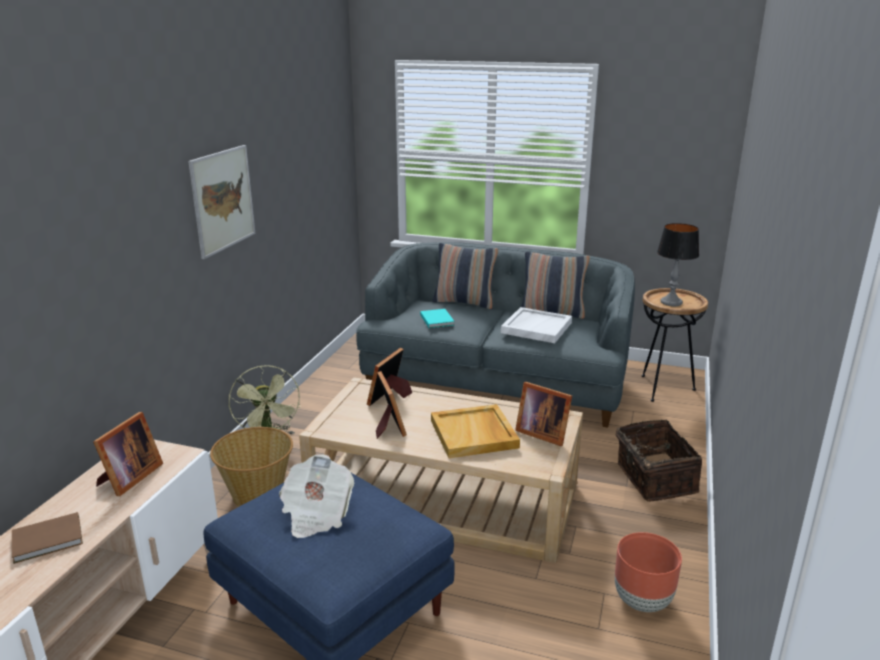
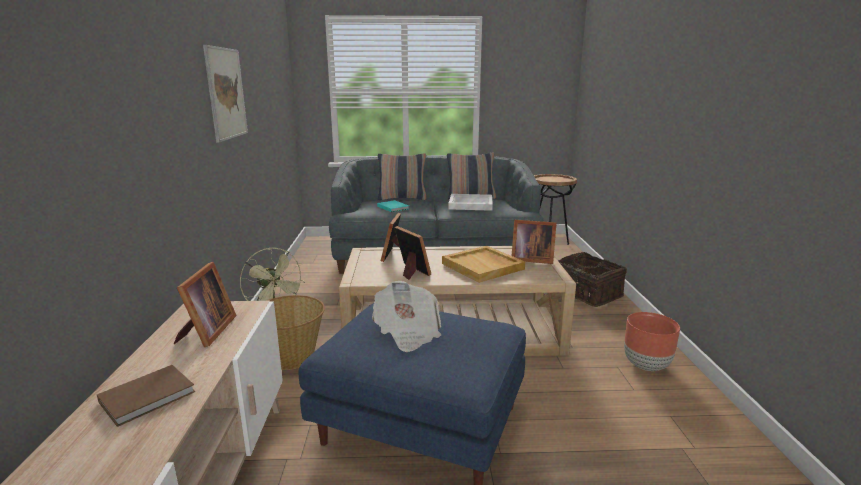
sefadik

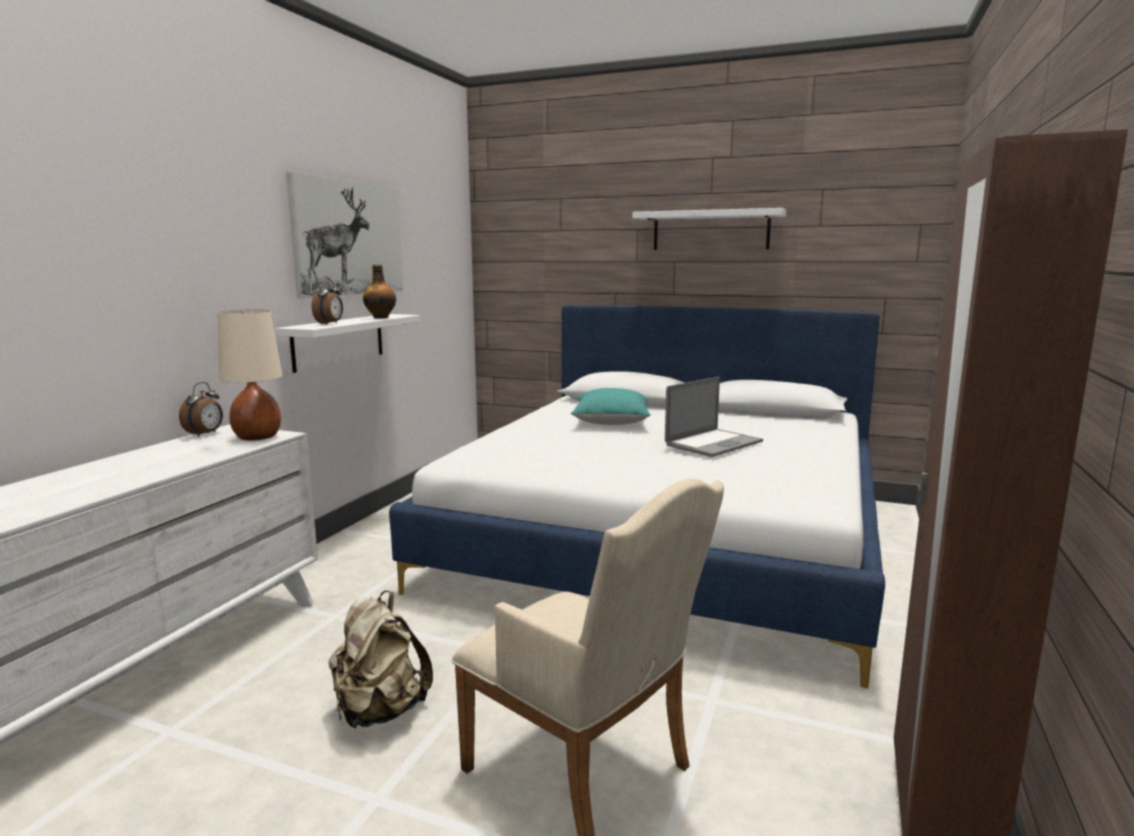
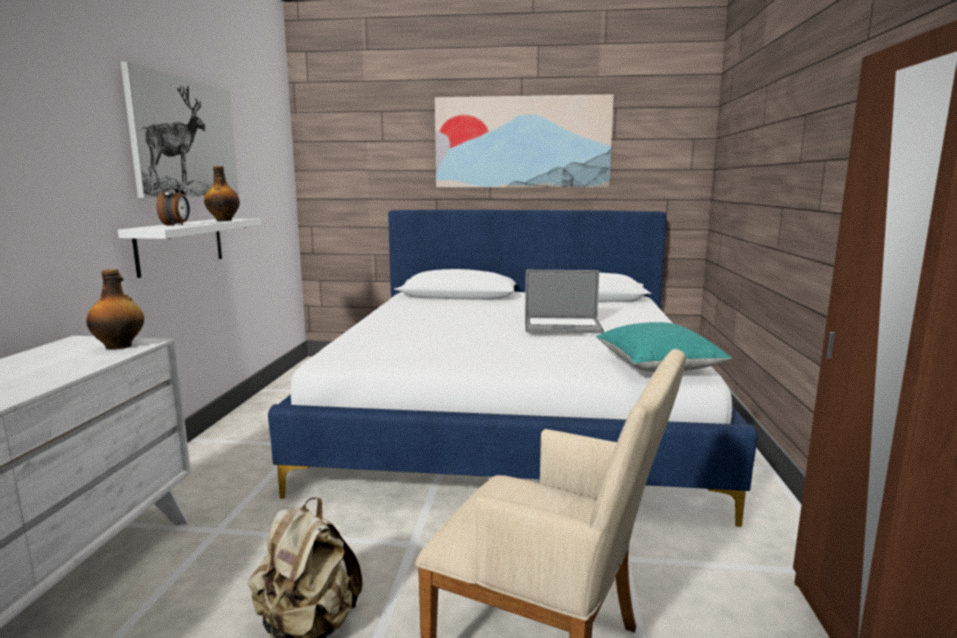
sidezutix (2nd from left)
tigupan (1st from left)
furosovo
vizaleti (1st from left in the first image)
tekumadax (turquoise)

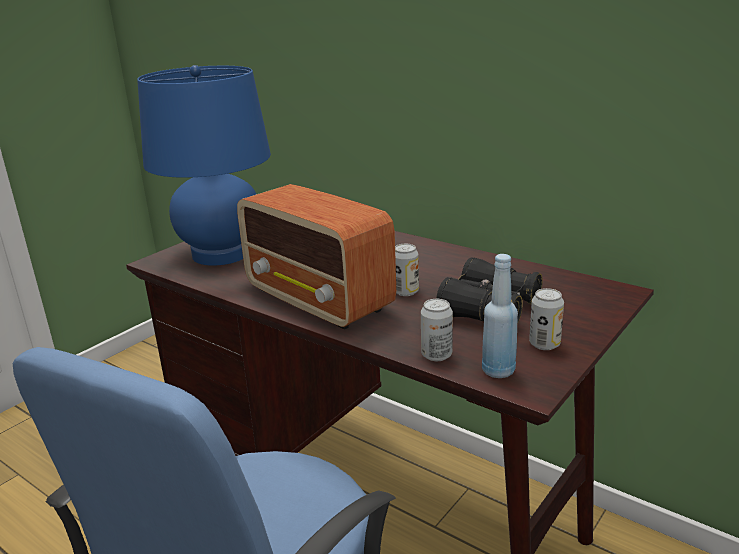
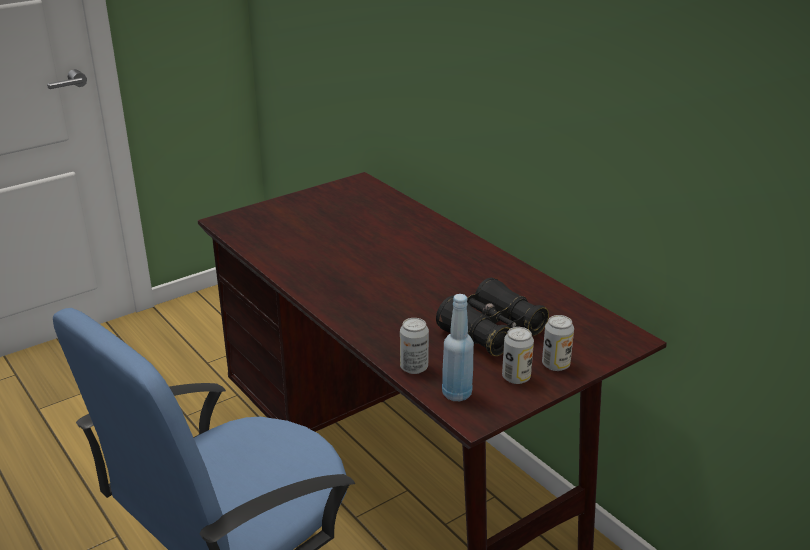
sefadik (blue)
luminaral
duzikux (3rd from left)

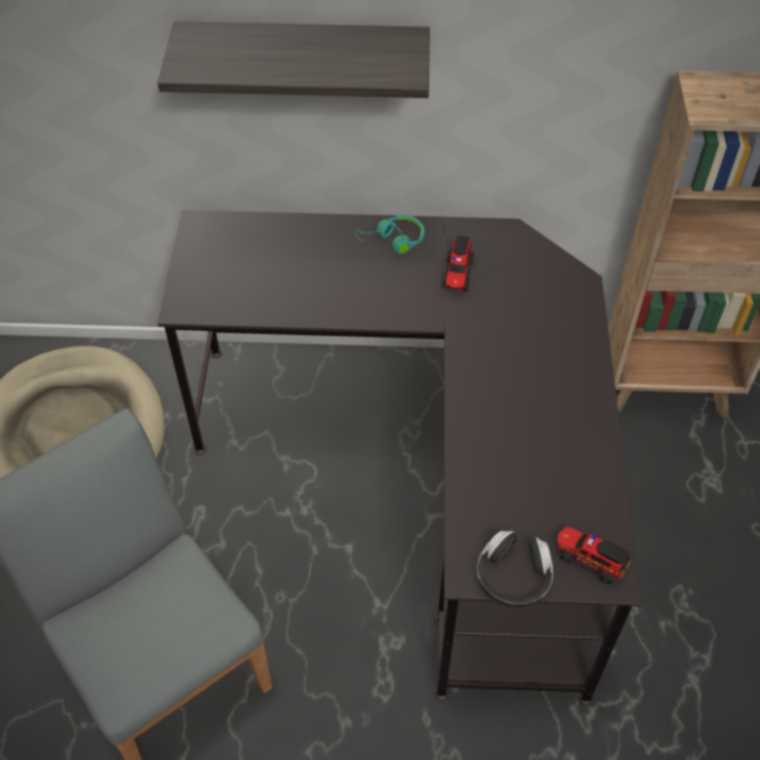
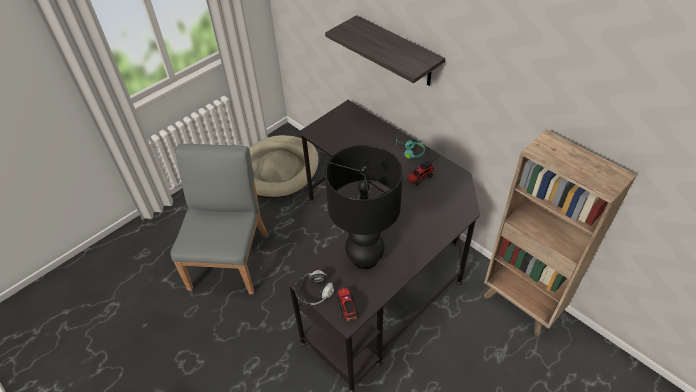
sefadik (black)

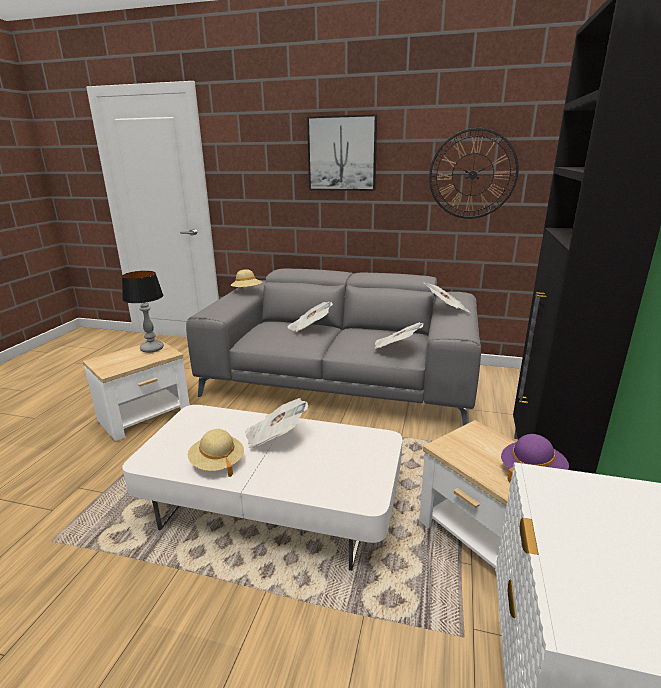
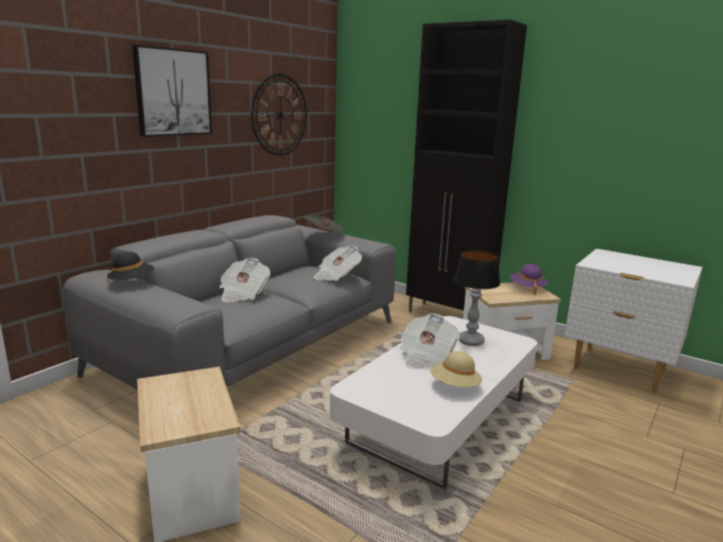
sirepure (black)
sefadik

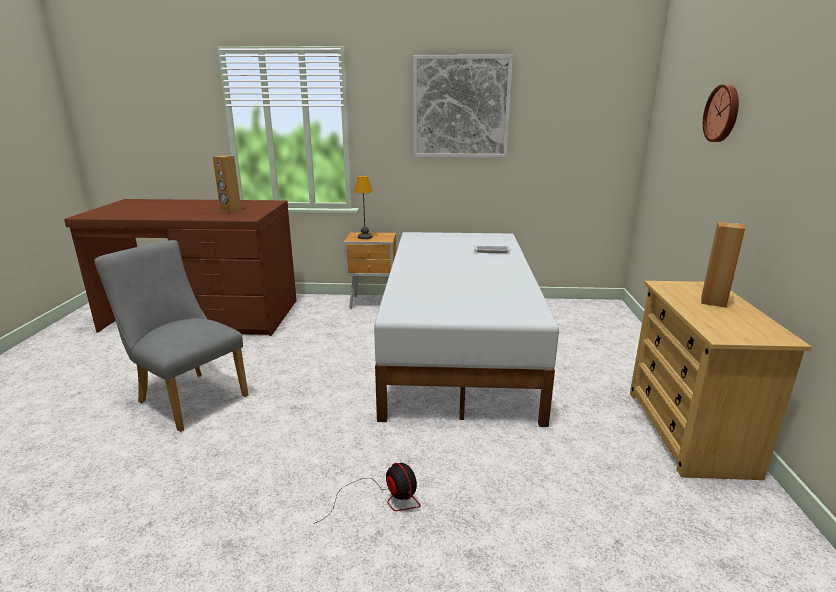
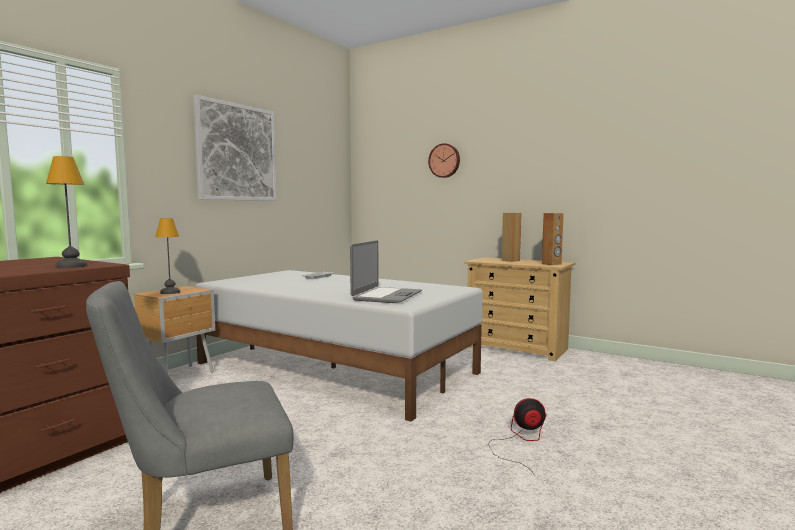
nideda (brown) (2nd from left)
sefadik (1st from left)
furosovo

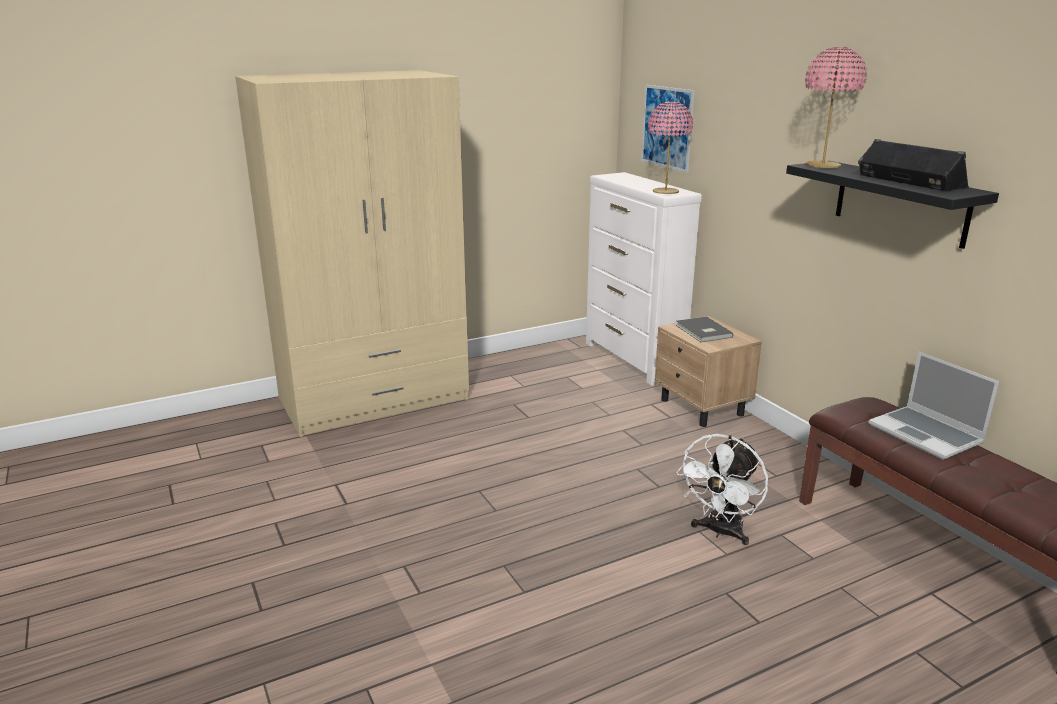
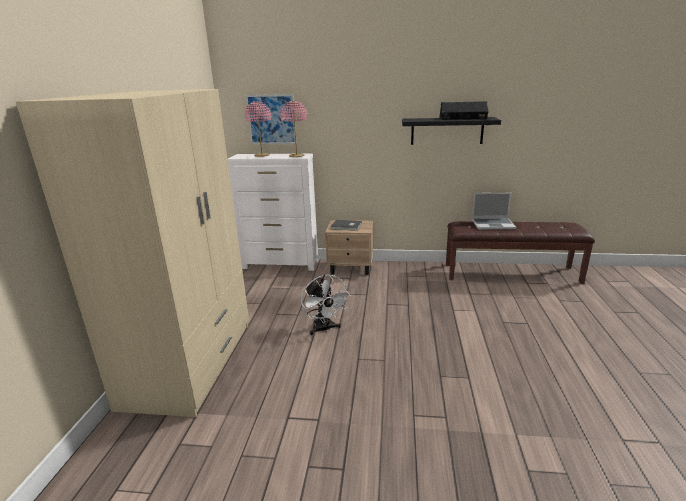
sefadik (pink) (1st from left)
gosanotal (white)

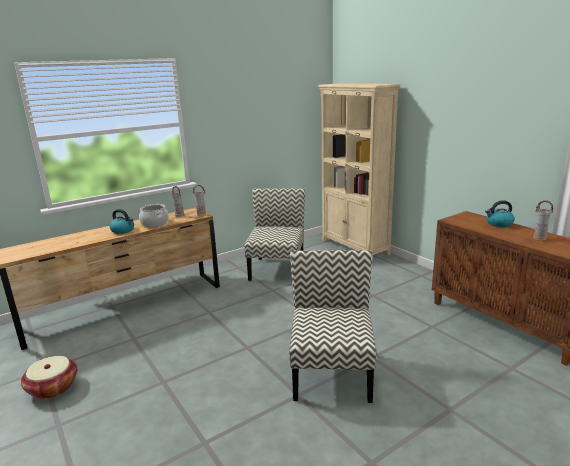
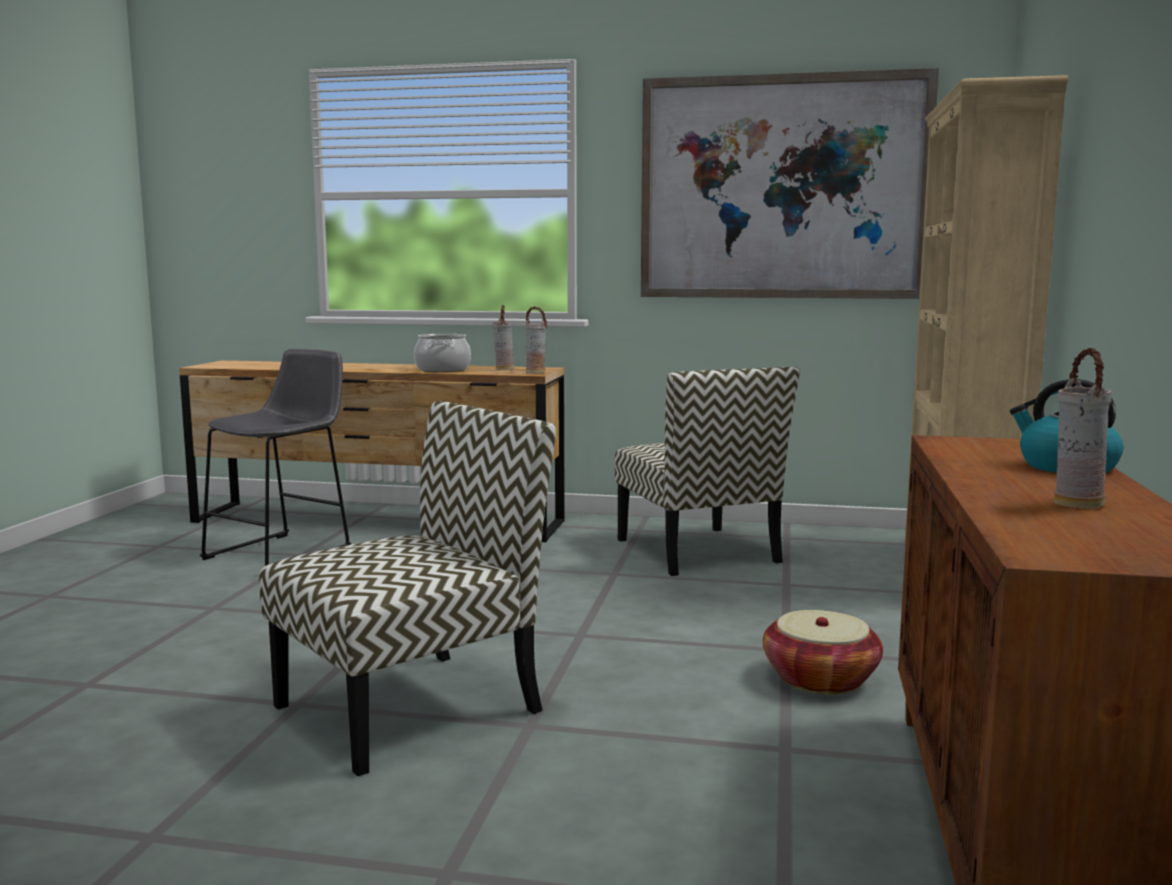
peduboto (2nd from left)
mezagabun (1st from left in the first image)
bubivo
sidezutix
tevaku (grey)

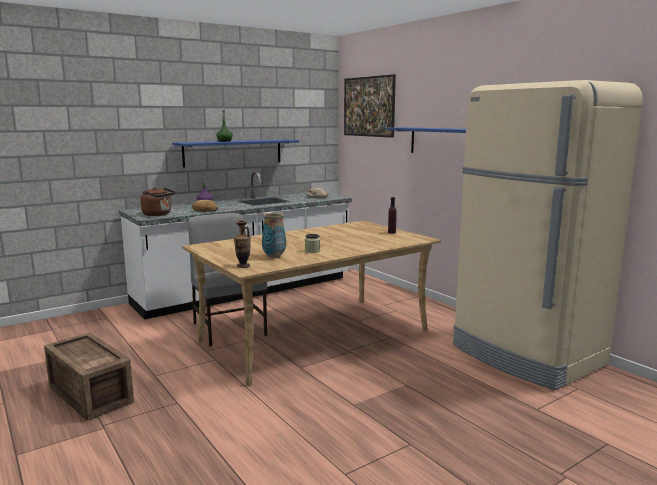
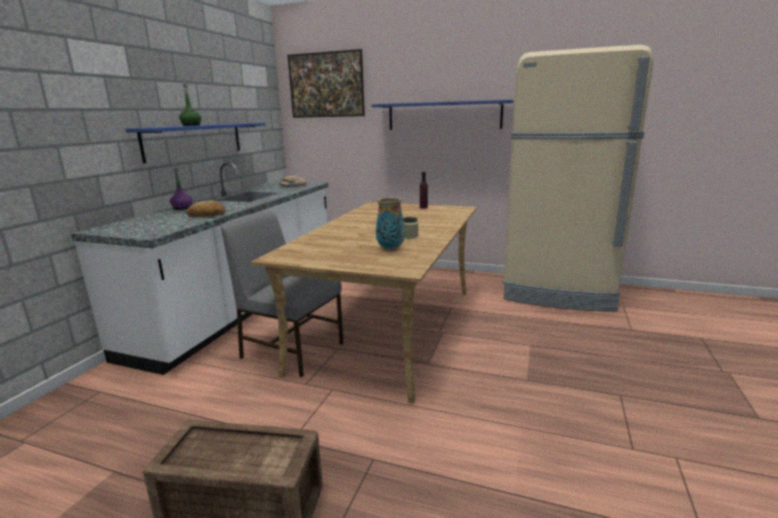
mezagabun (brown)
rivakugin (1st from left in the first image)

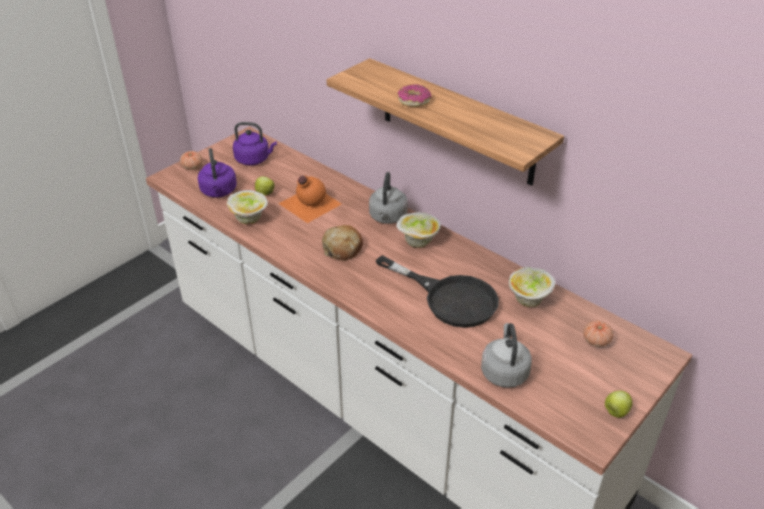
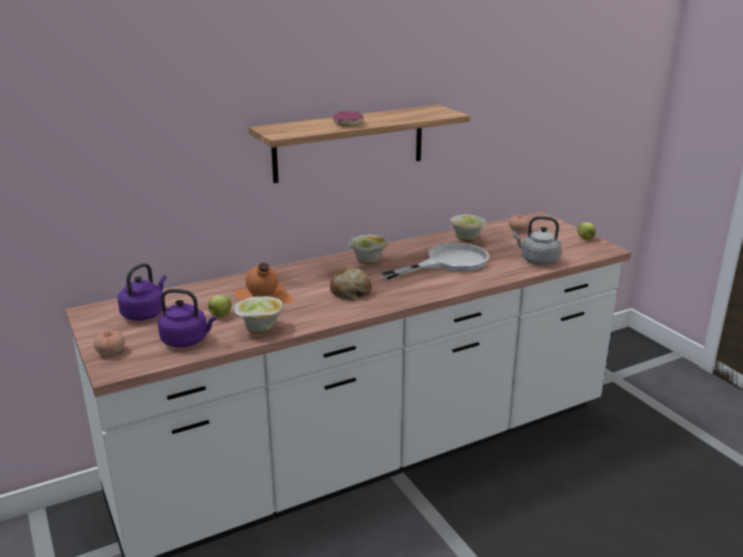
mezagabun (grey) (1st from left in the first image)
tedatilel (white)

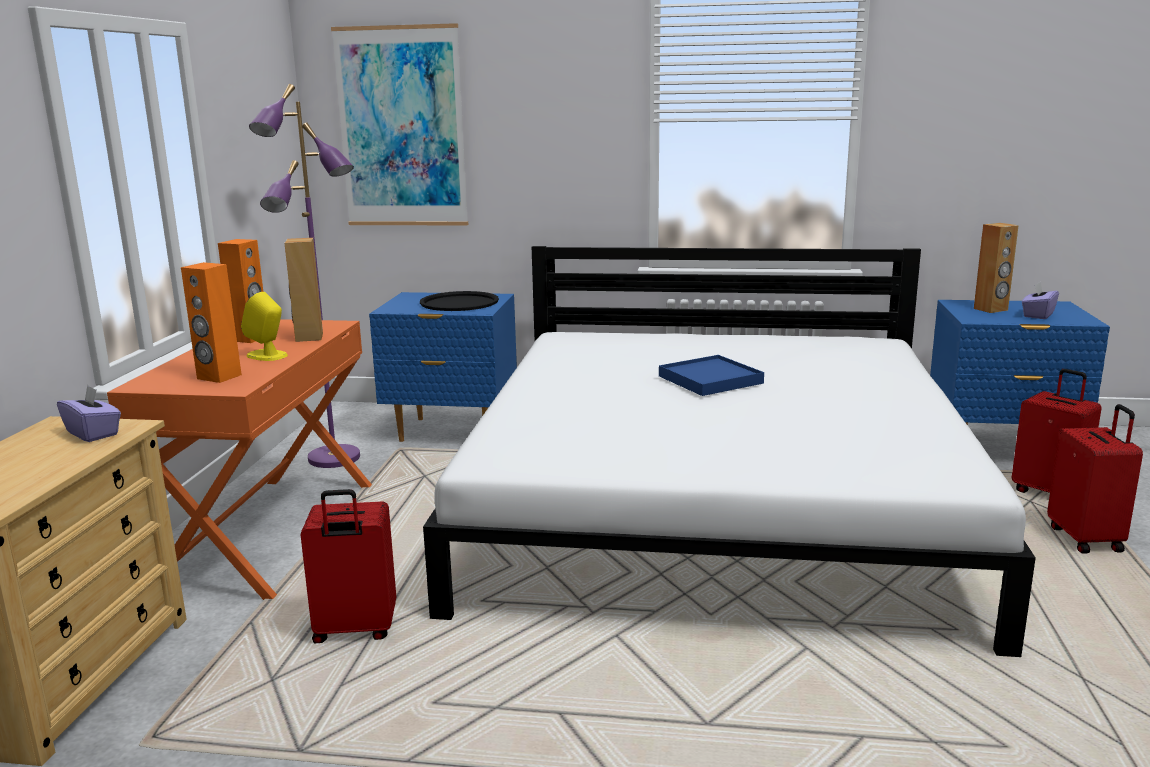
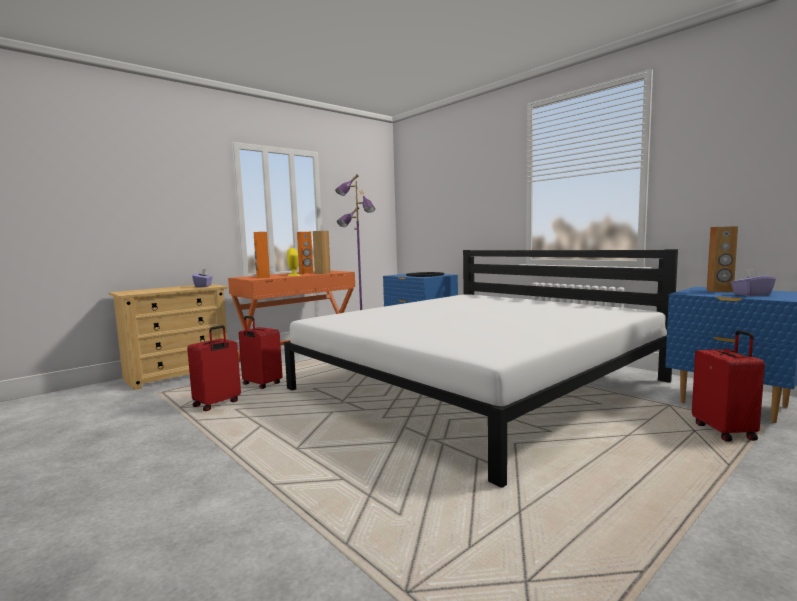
sidezutix
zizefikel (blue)
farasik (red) (1st from left)

